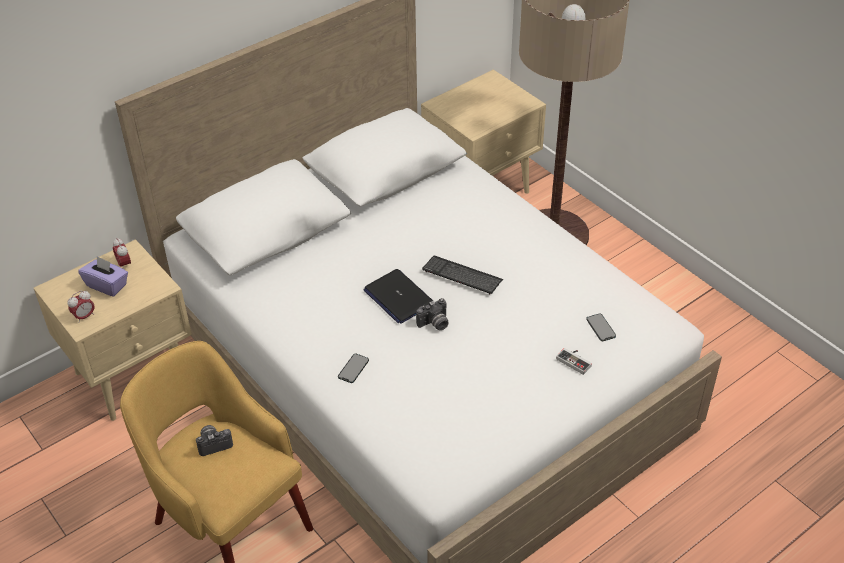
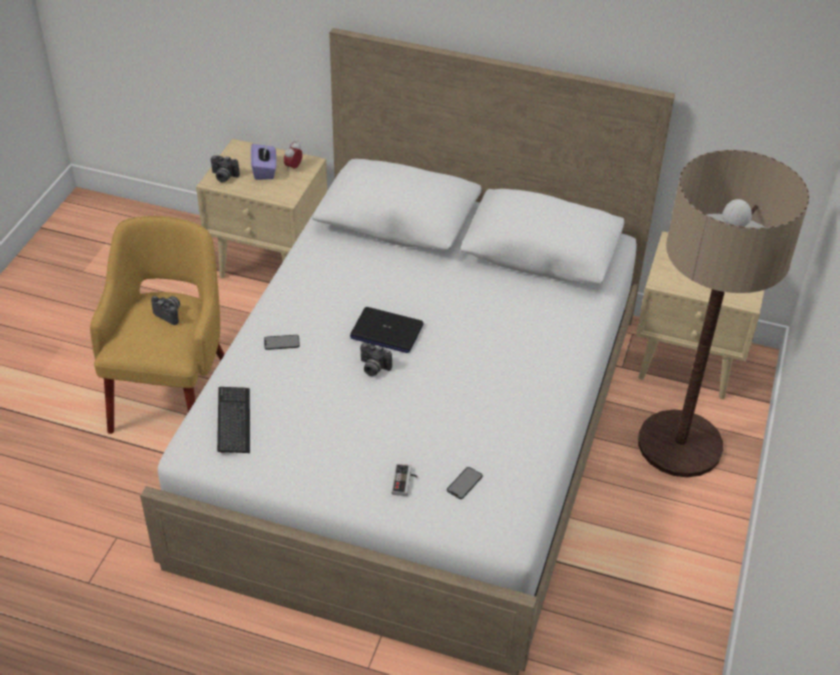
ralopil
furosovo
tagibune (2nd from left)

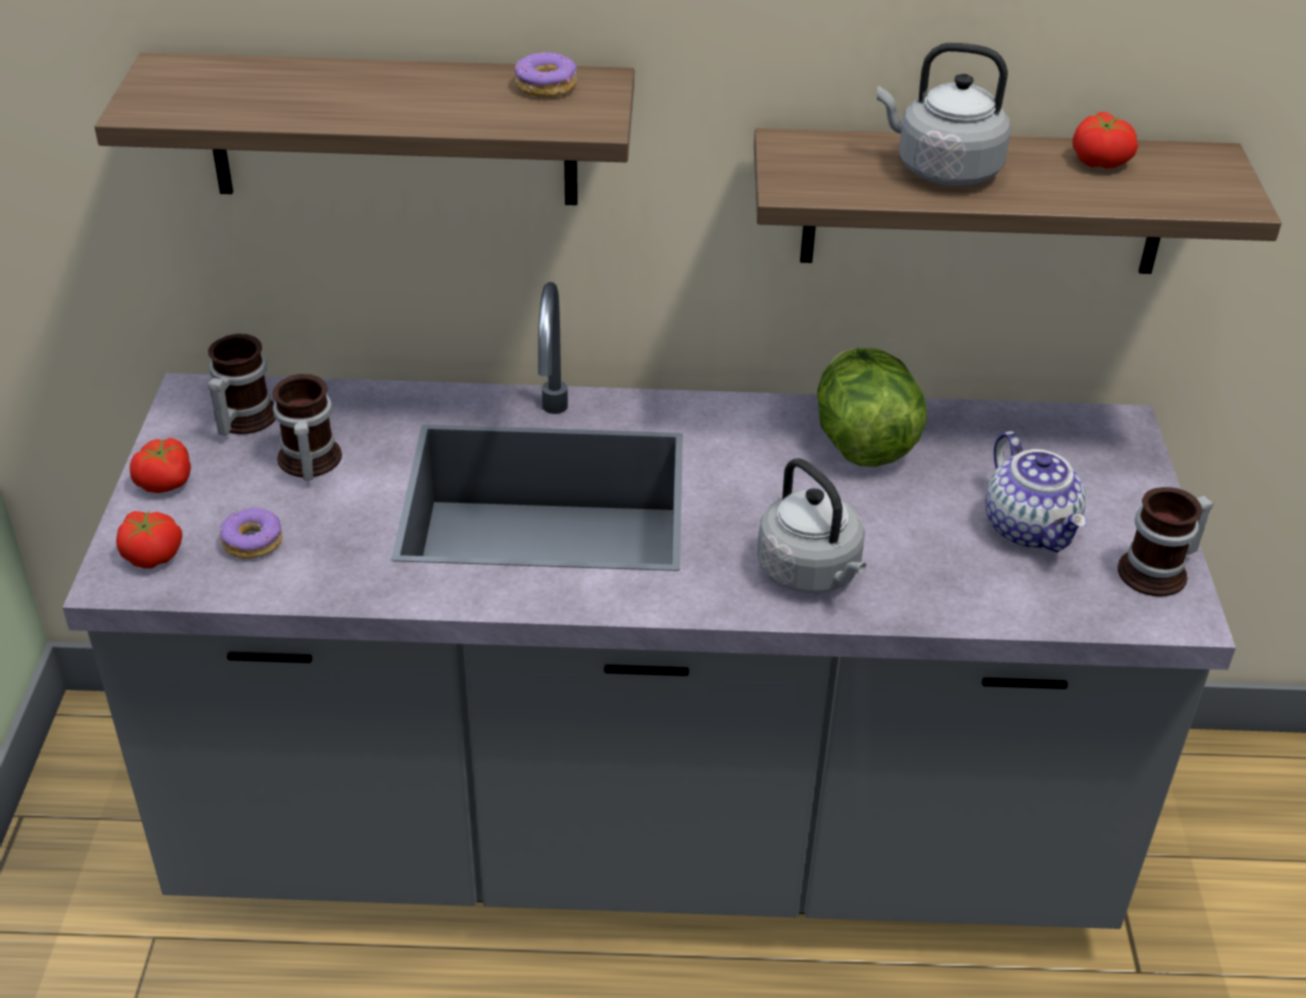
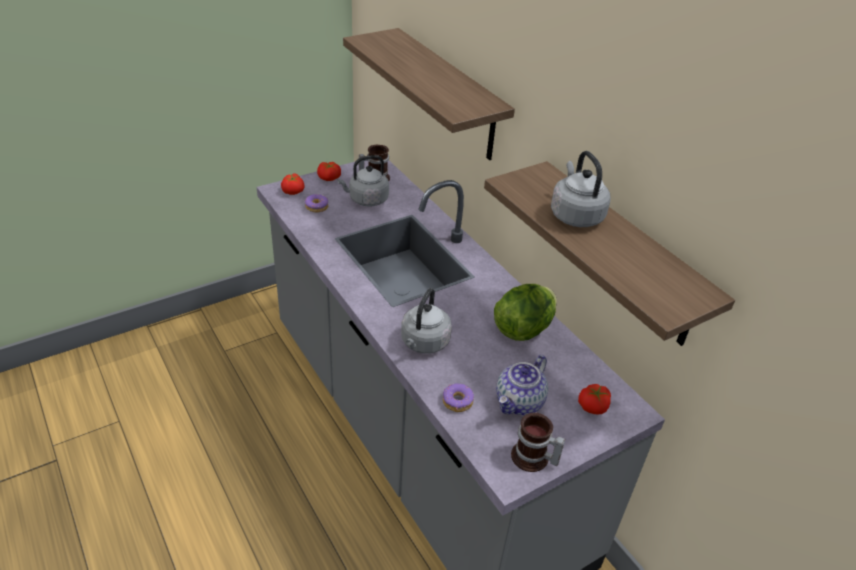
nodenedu (2nd from left)
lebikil (3rd from left)
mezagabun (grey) (1st from left)

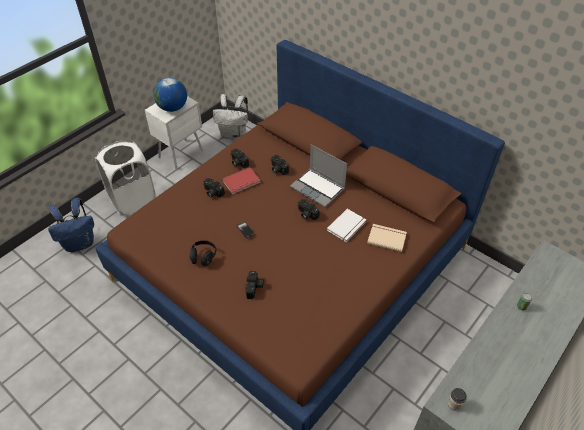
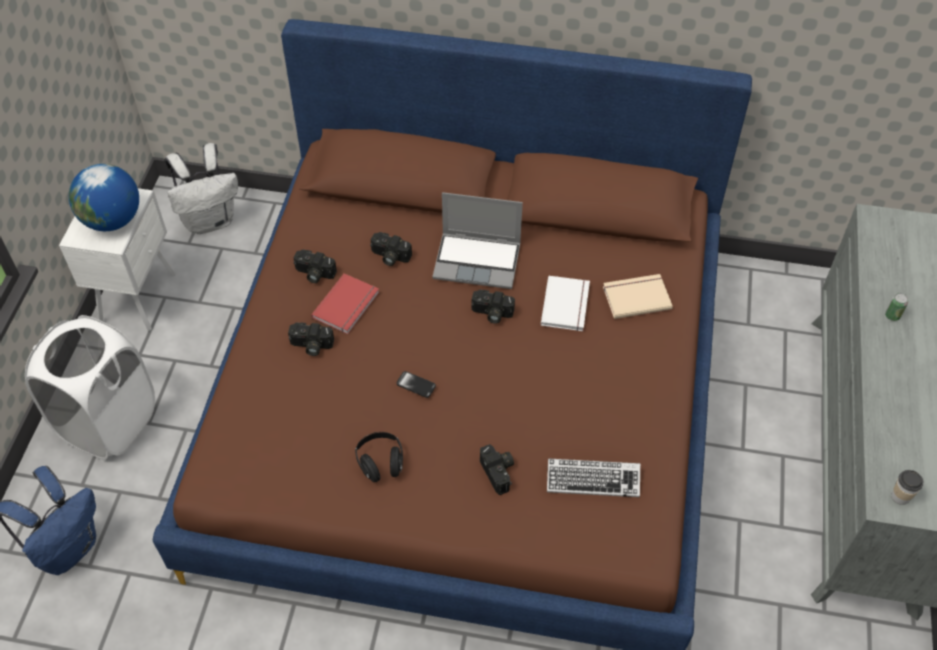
ralopil

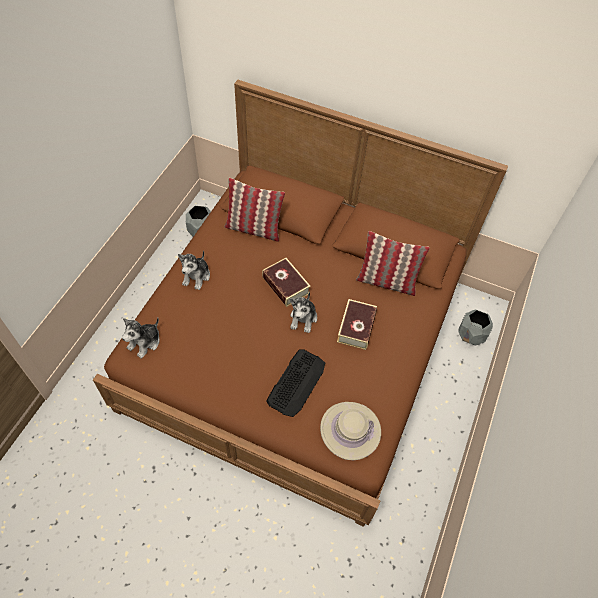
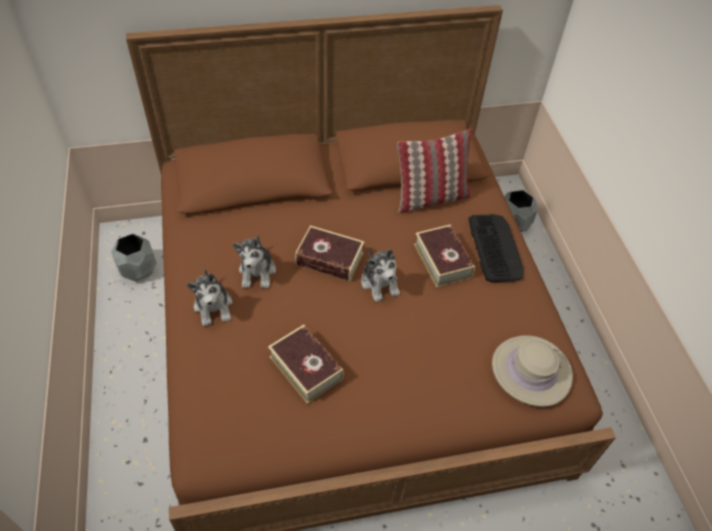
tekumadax (1st from left in the first image)
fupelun (2nd from left)
ralopil
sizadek (1st from left)

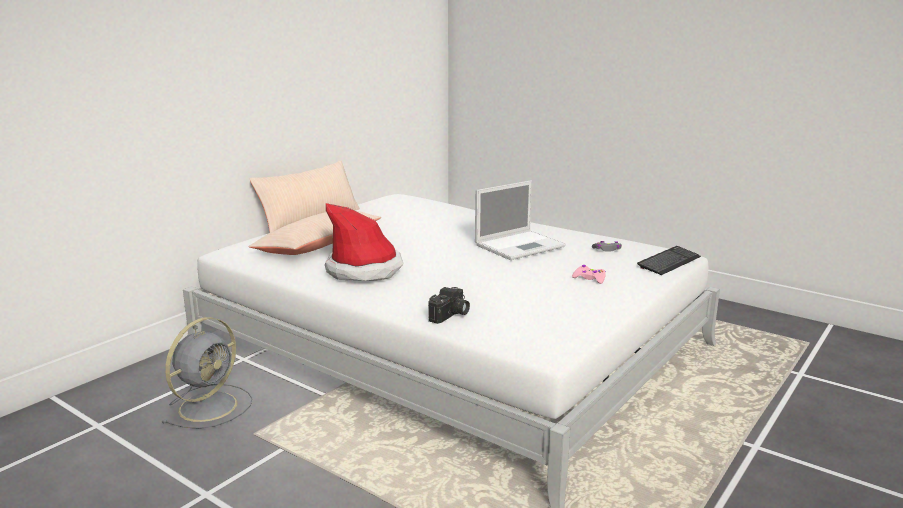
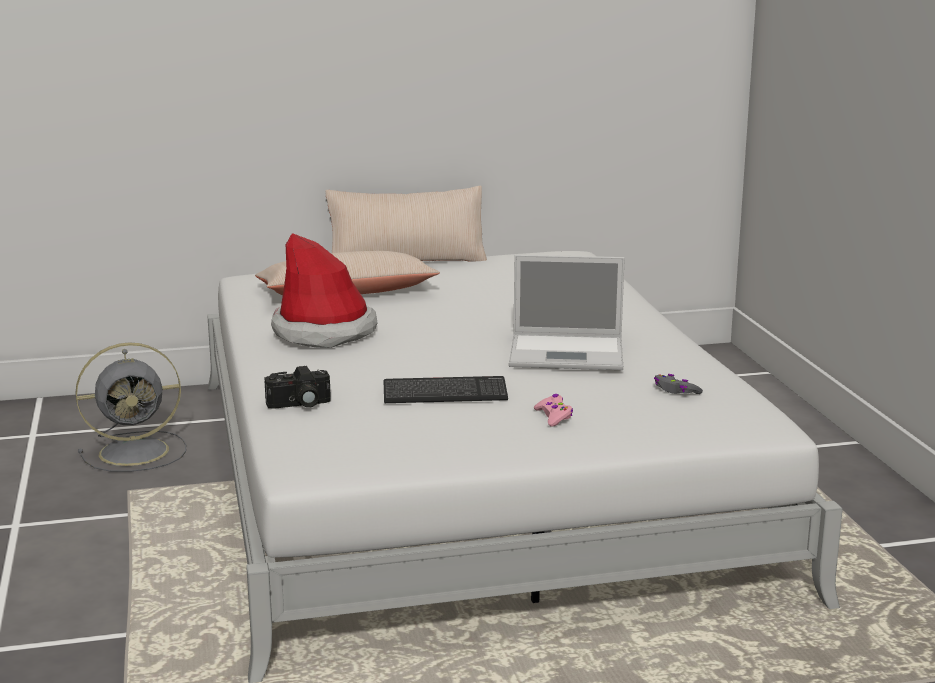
ralopil

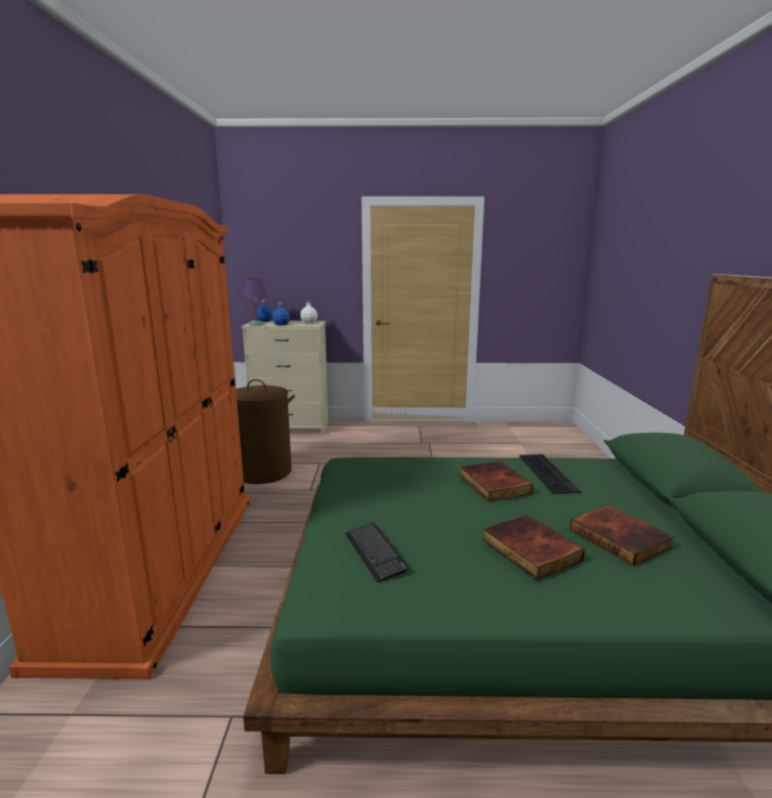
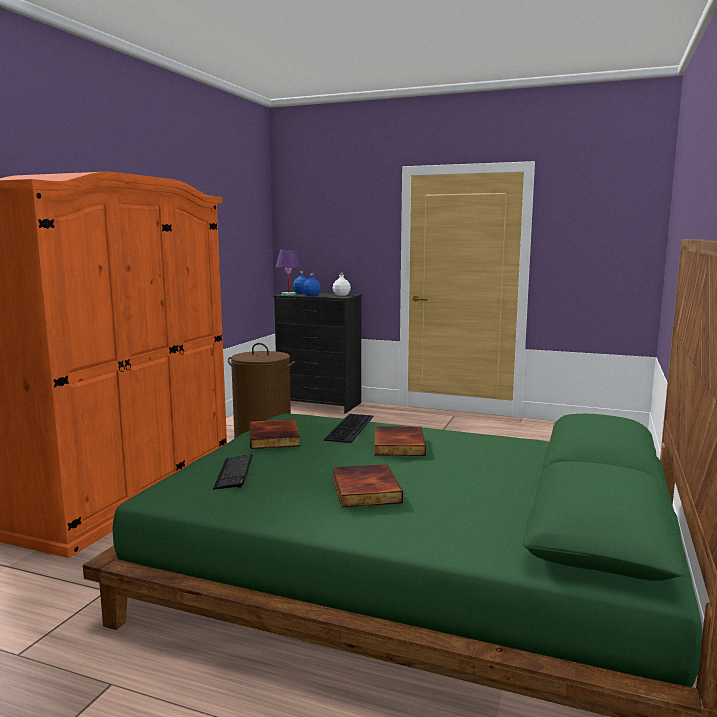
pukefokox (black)
ralopil (2nd from left)
sizadek (1st from left)

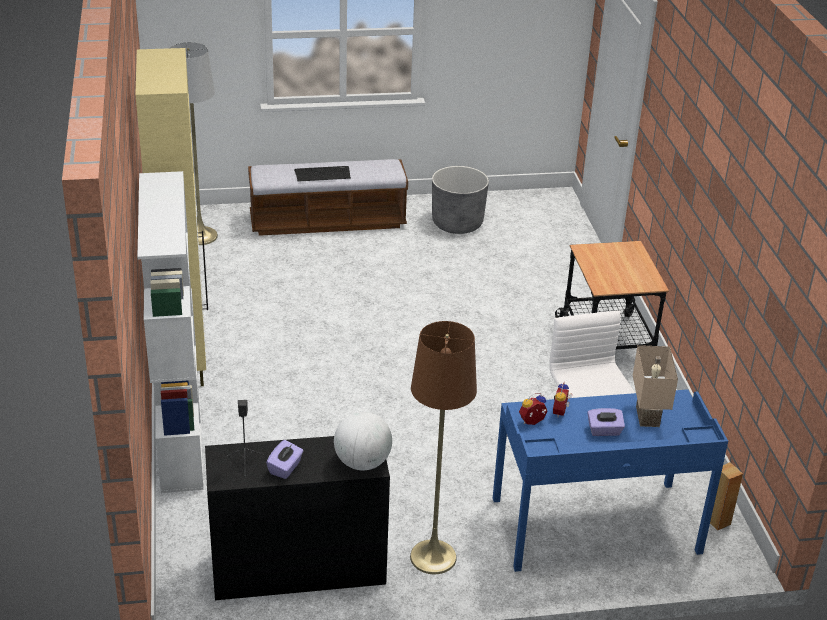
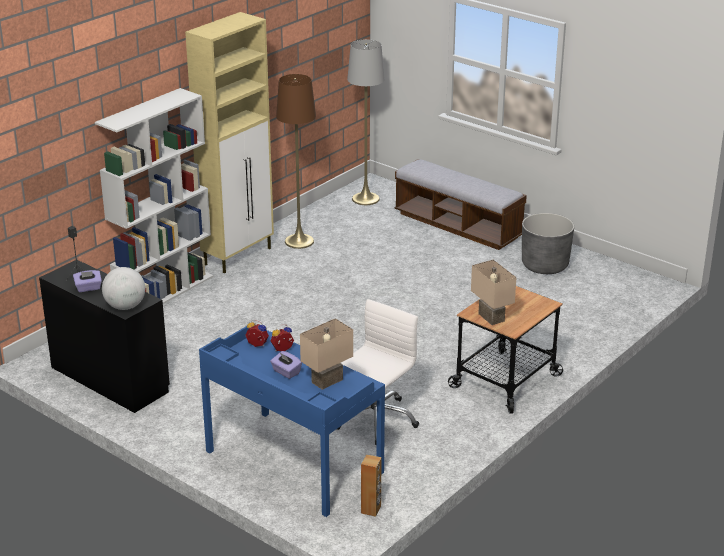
ralopil
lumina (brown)
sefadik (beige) (2nd from left)

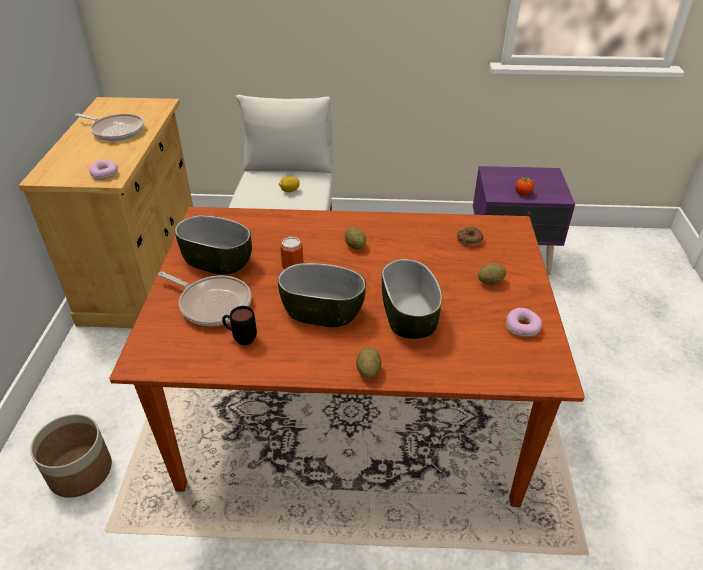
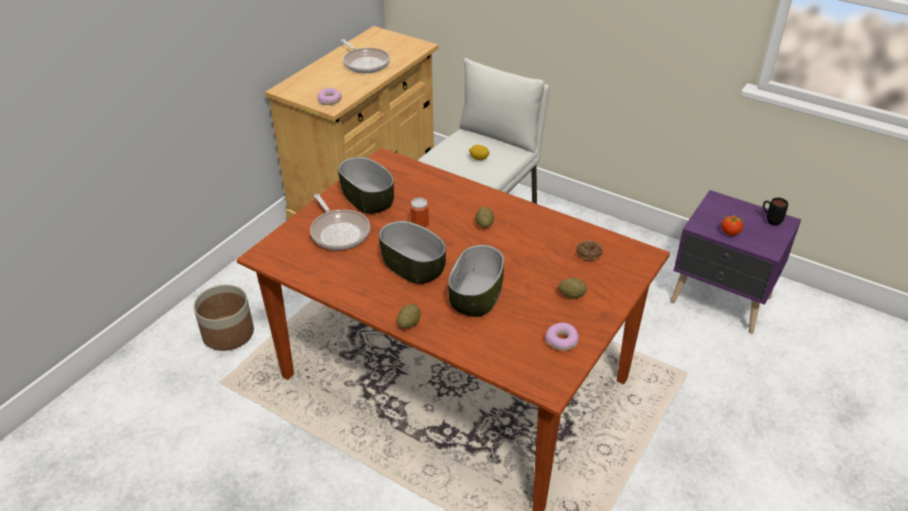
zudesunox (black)

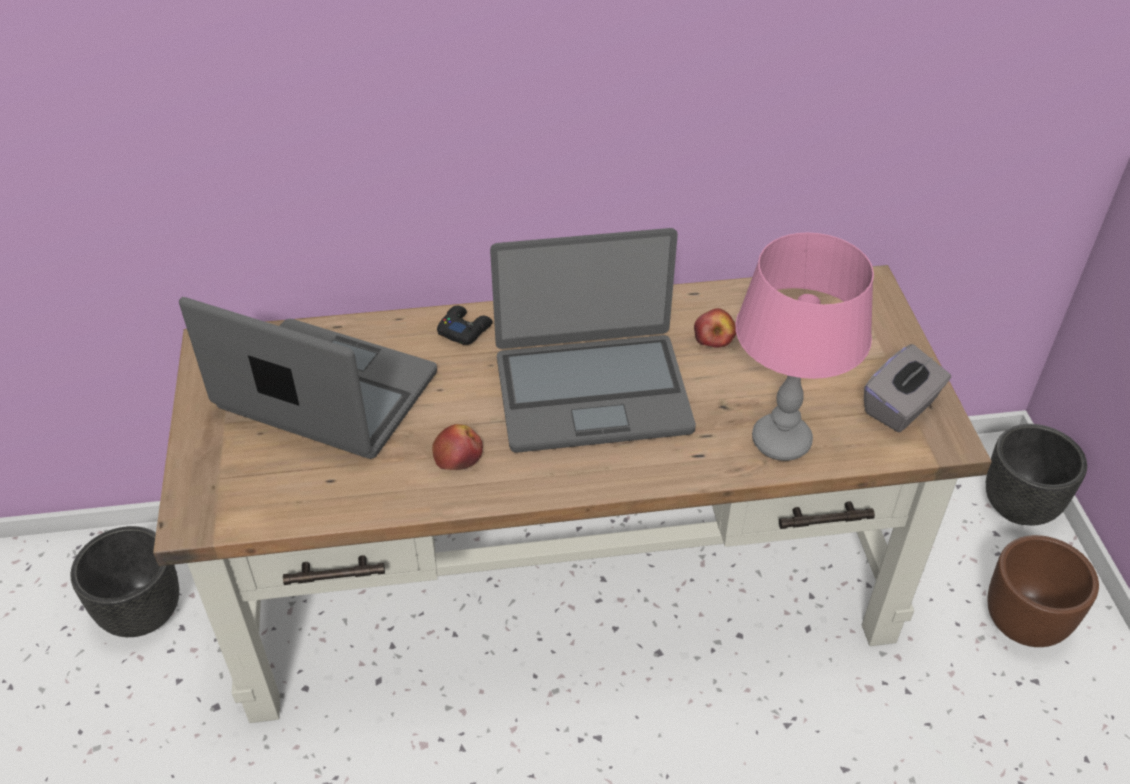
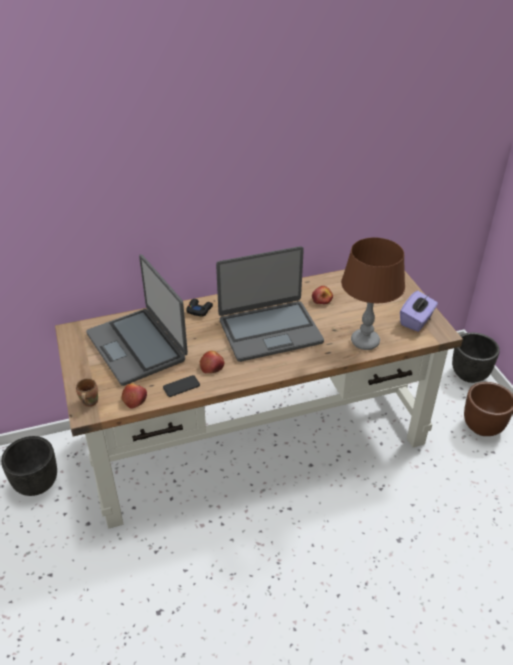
sefadik (brown)
furosovo (1st from left)
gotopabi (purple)
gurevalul
zudesunox (brown)
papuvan (1st from left)

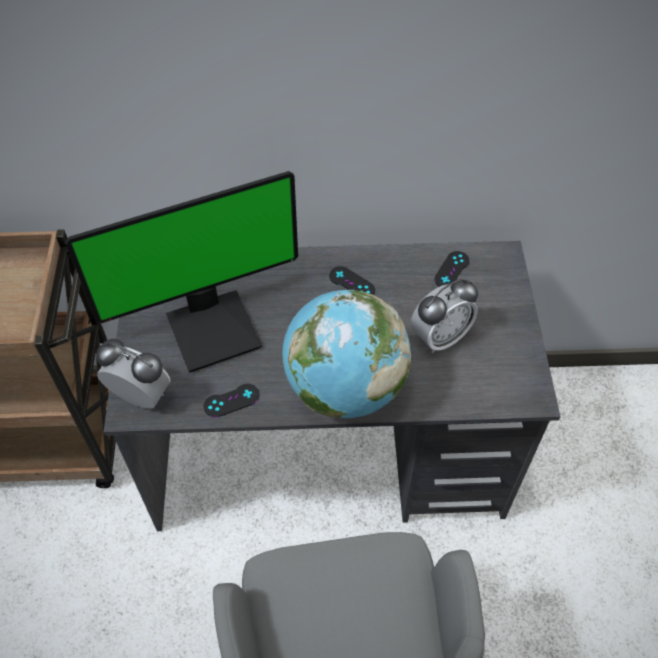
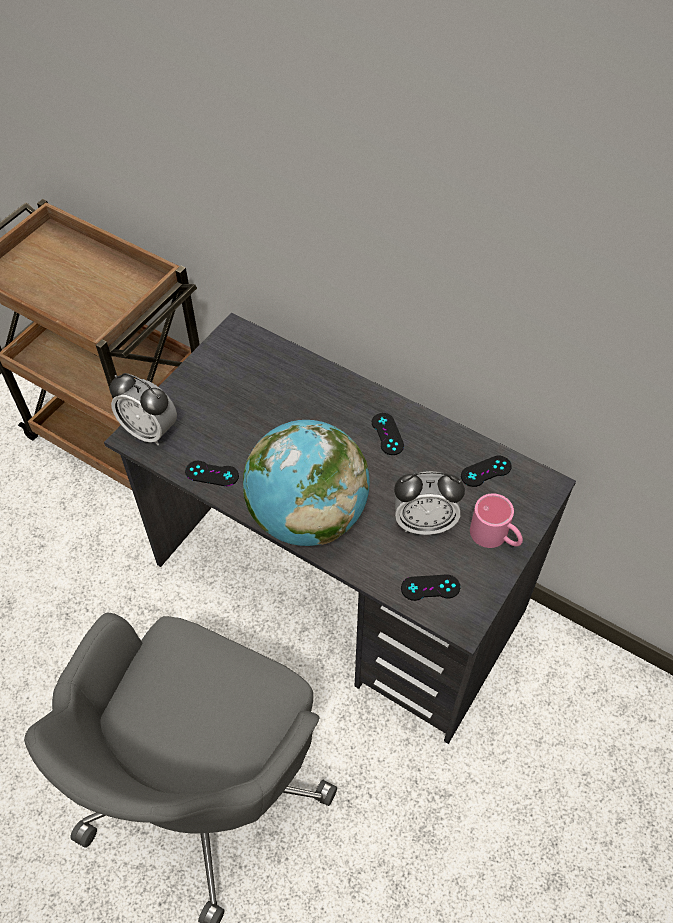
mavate
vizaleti (1st from left)
zudesunox (pink)
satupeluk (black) (3rd from left)

